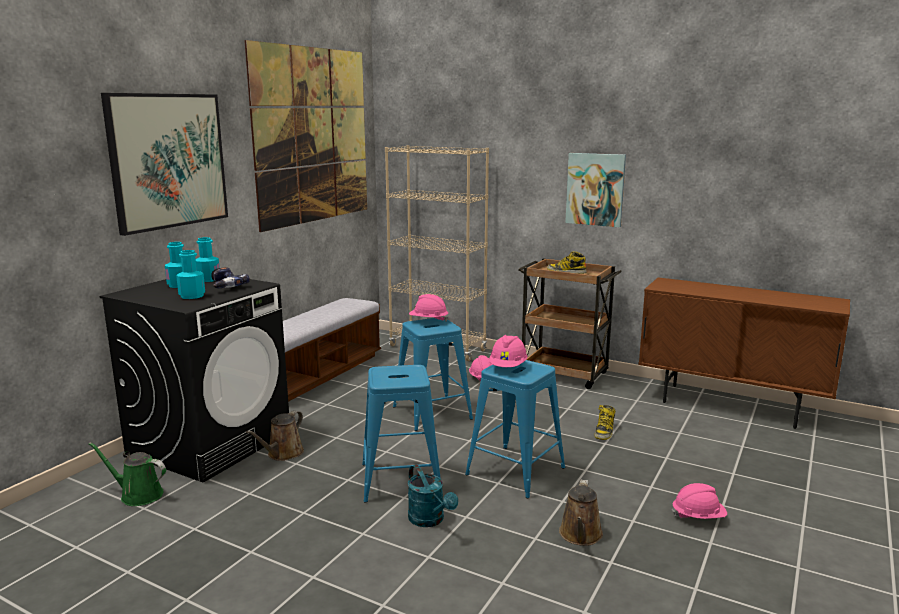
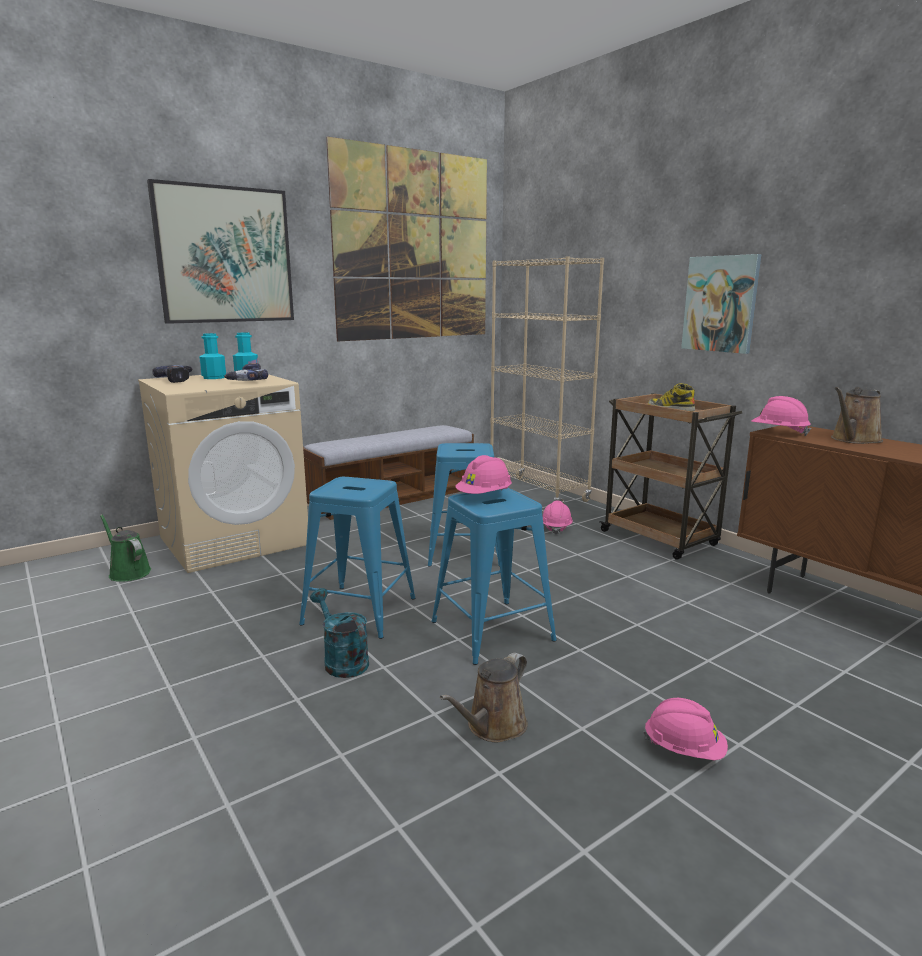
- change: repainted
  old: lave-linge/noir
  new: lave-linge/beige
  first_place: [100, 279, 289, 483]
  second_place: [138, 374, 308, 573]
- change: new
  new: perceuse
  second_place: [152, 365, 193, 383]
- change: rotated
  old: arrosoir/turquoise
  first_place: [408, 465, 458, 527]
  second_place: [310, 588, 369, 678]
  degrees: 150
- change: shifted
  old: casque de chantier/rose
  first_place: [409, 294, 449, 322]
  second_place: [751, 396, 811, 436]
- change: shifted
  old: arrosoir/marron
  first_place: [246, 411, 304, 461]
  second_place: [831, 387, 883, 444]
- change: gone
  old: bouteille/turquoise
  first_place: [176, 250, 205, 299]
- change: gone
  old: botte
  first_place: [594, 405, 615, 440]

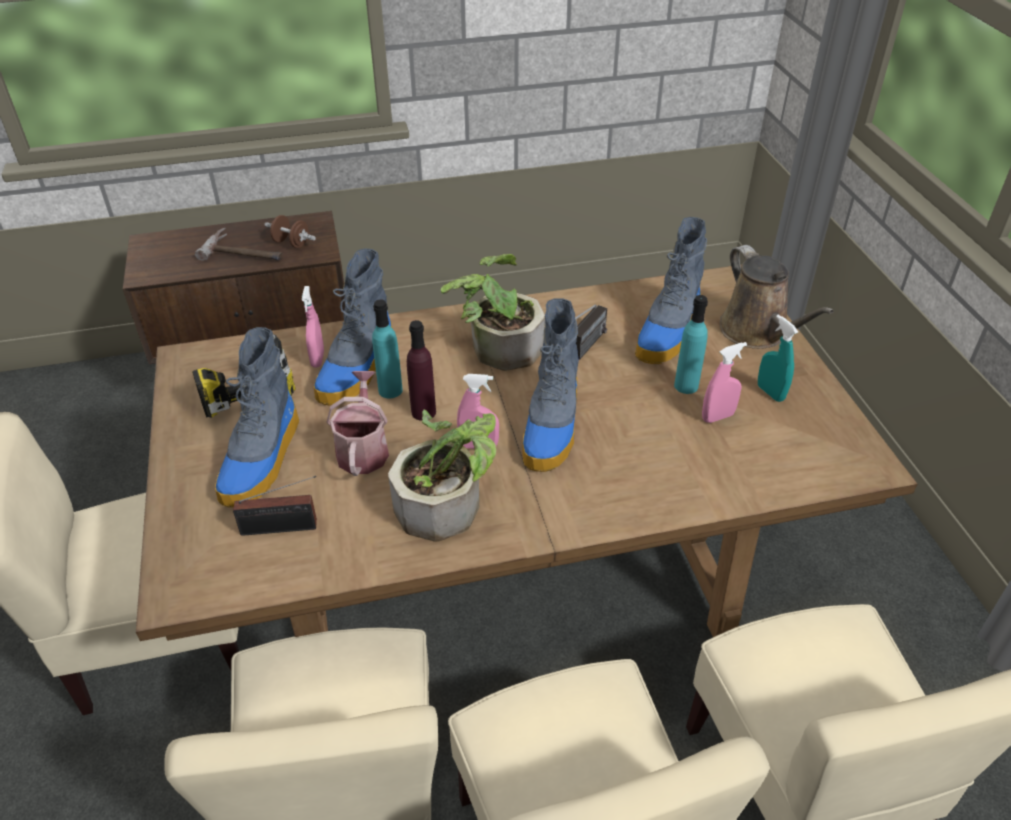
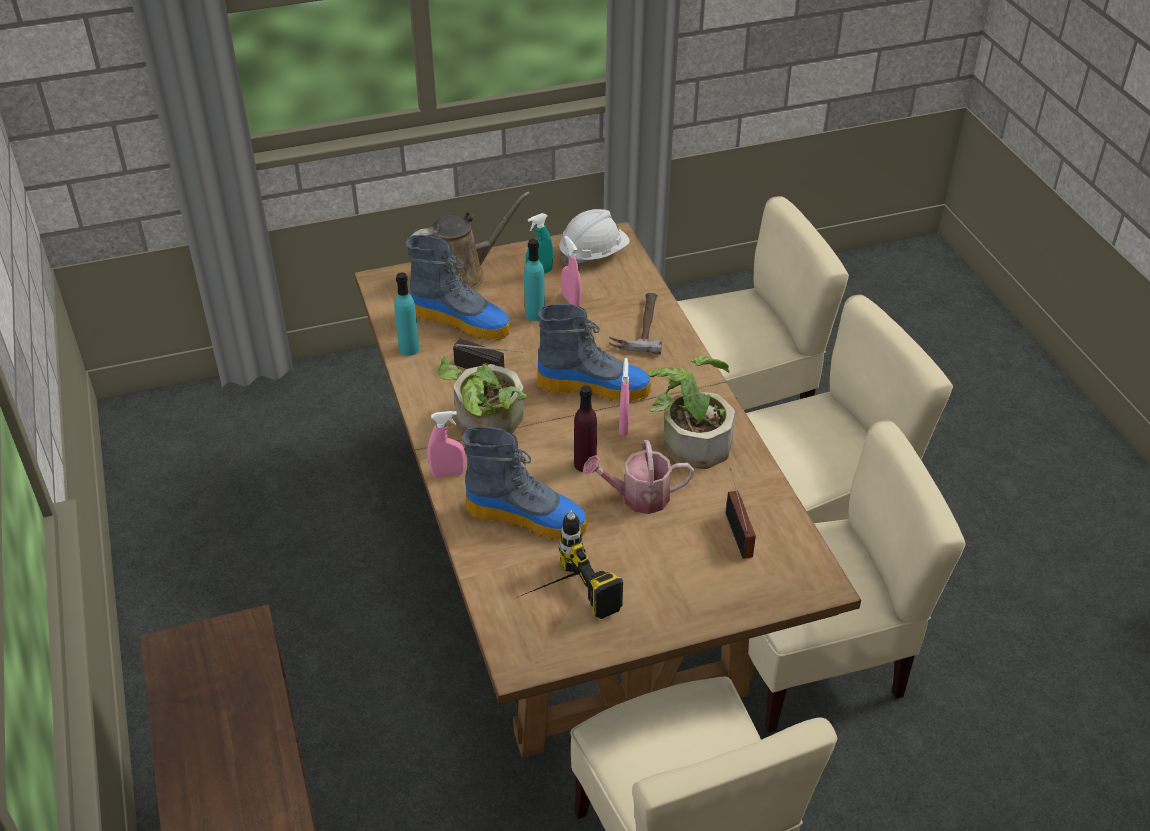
- change: shifted
  old: bouteille/turquoise
  first_place: [372, 300, 403, 399]
  second_place: [394, 272, 420, 356]
- change: shifted
  old: vaporisateur/rose
  first_place: [302, 286, 324, 368]
  second_place: [428, 411, 465, 477]
- change: new
  new: casque de chantier/blanc
  second_place: [559, 209, 630, 265]
- change: shifted
  old: marteau
  first_place: [195, 228, 282, 261]
  second_place: [609, 293, 662, 355]
- change: gone
  old: botte
  first_place: [215, 327, 299, 508]
- change: gone
  old: haltère/marron
  first_place: [265, 215, 316, 248]

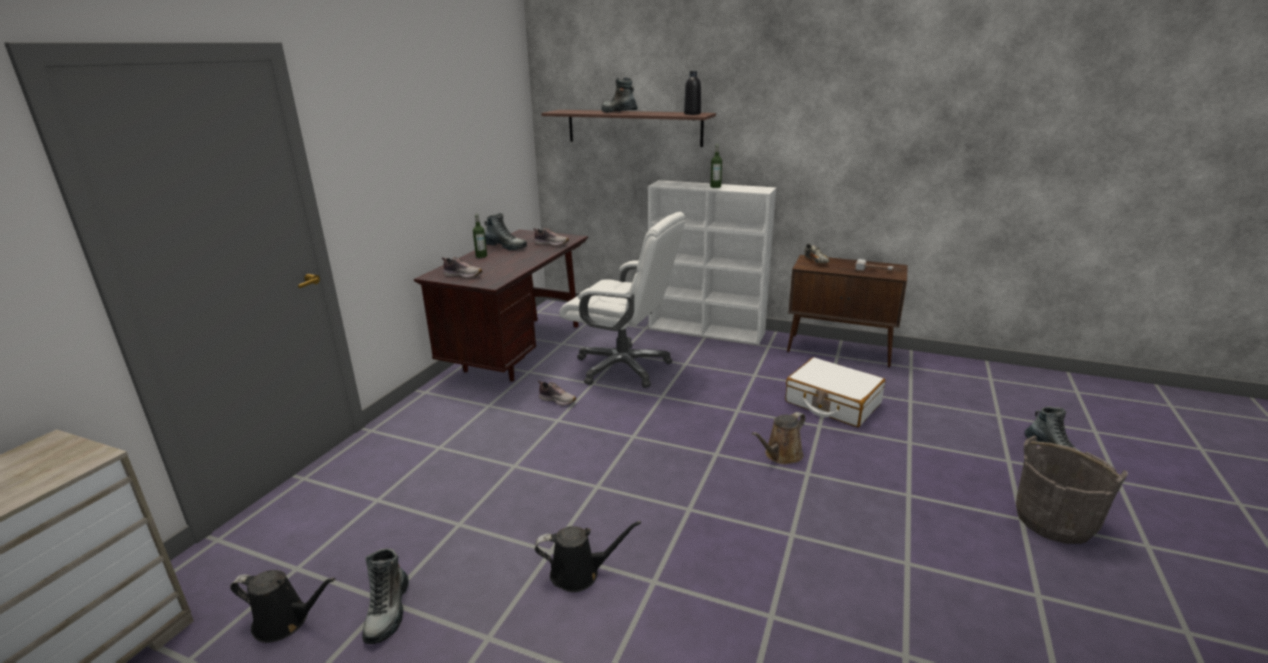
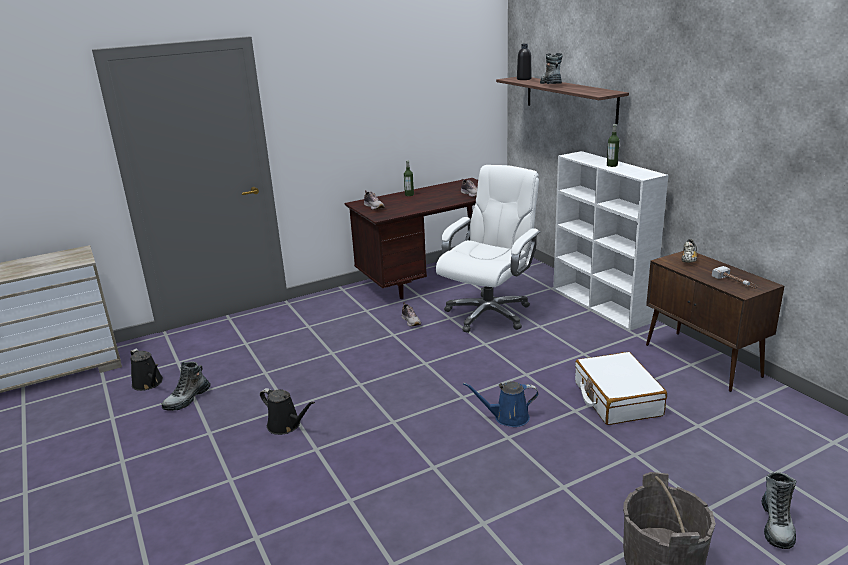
- change: rotated
  old: chaise de bureau/blanc
  first_place: [559, 212, 686, 388]
  second_place: [436, 165, 541, 333]
  degrees: -120
- change: repainted
  old: arrosoir/marron
  new: arrosoir/bleu
  first_place: [752, 412, 806, 464]
  second_place: [463, 381, 538, 427]
- change: shifted
  old: bouteille/noir
  first_place: [684, 71, 701, 115]
  second_place: [517, 44, 532, 80]
- change: gone
  old: botte
  first_place: [485, 213, 527, 250]

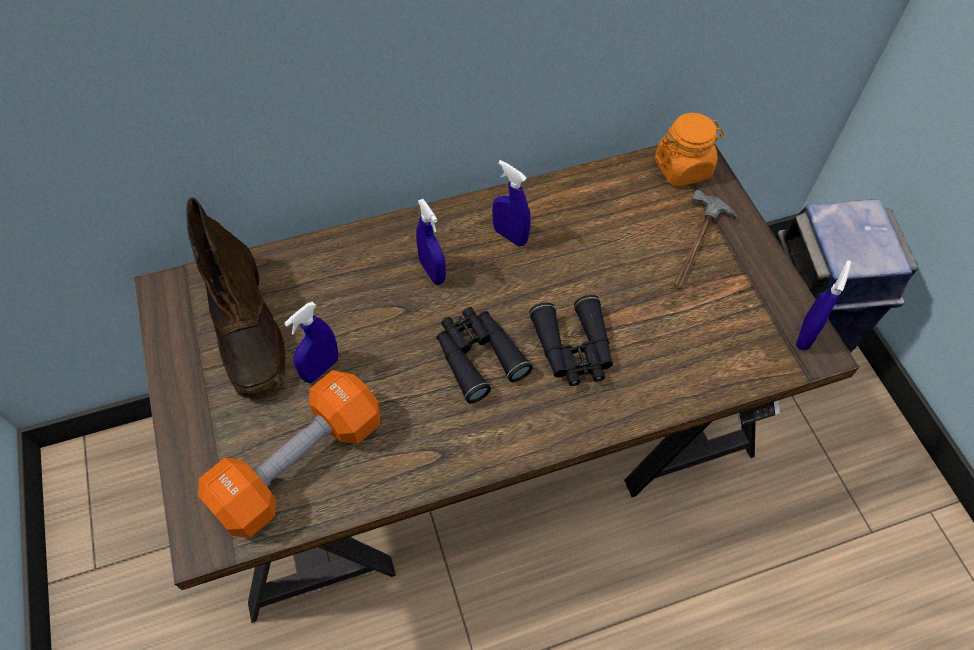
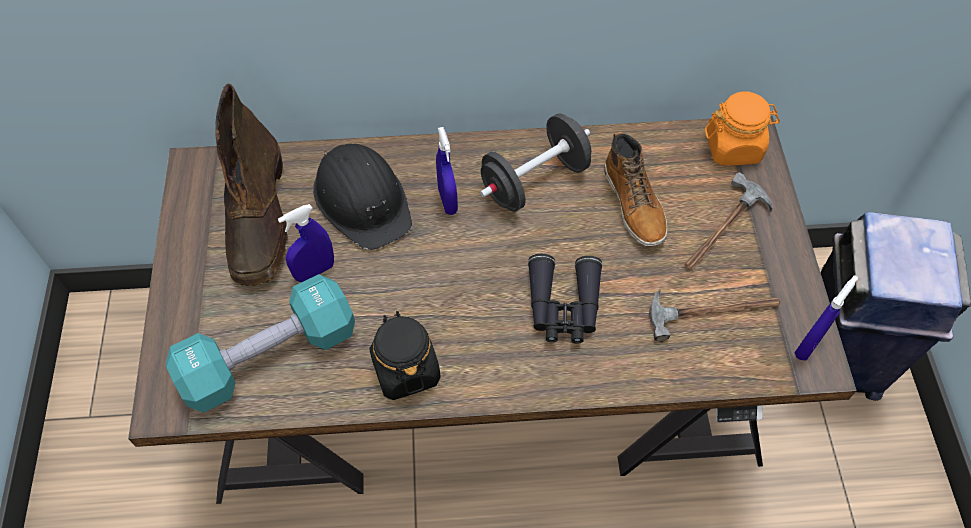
- change: repainted
  old: haltère/orange
  new: haltère/turquoise
  first_place: [198, 370, 380, 538]
  second_place: [166, 274, 355, 413]
- change: new
  new: casque de chantier/noir
  second_place: [313, 144, 412, 250]
- change: new
  new: bocal/noir
  second_place: [369, 311, 441, 400]
- change: swapped
  old: vaporisateur/bleu
  new: haltère/noir
  first_place: [492, 160, 531, 246]
  second_place: [480, 114, 591, 212]
- change: new
  new: botte
  second_place: [604, 132, 667, 247]
- change: new
  new: marteau
  second_place: [649, 289, 780, 342]
- change: gone
  old: jumelles/noir
  first_place: [437, 307, 533, 403]

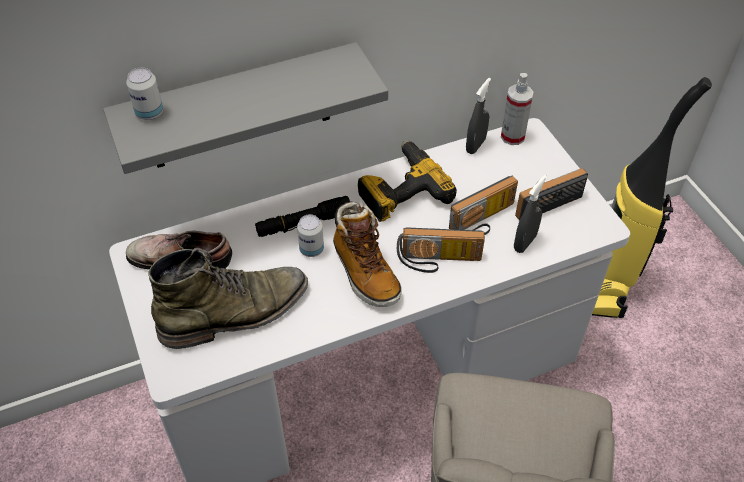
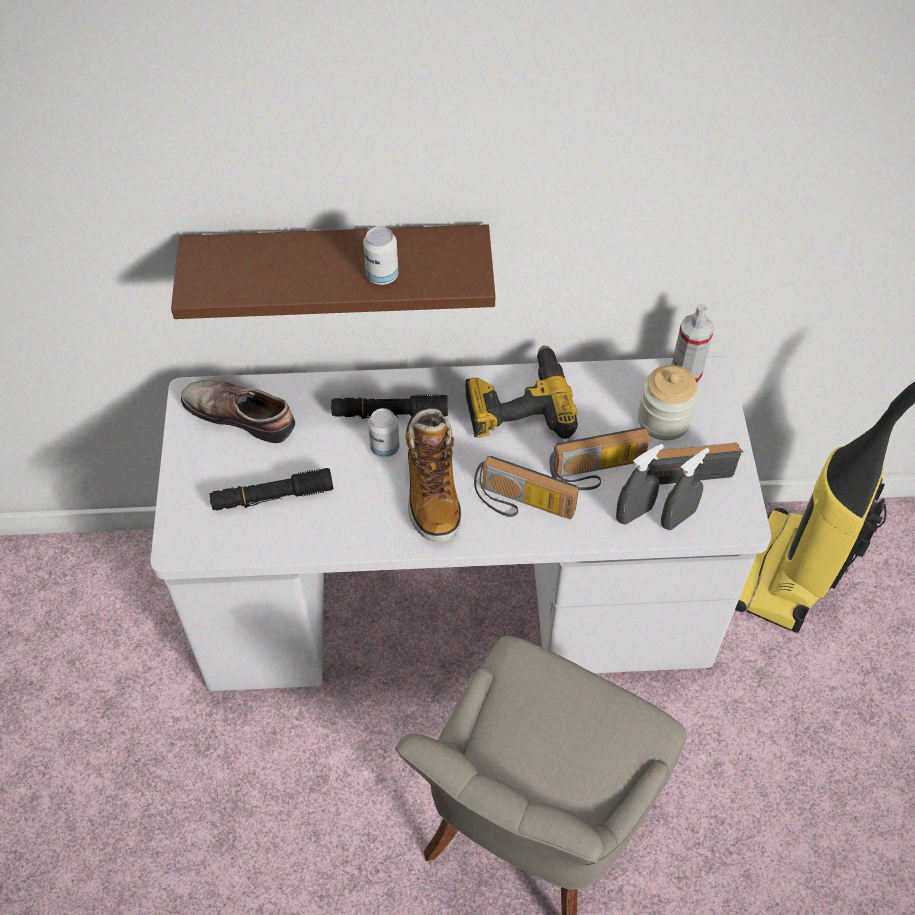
- change: repainted
  old: étagère/gris
  new: étagère/marron
  first_place: [103, 42, 388, 174]
  second_place: [171, 224, 496, 319]
- change: swapped
  old: botte/vert
  new: lampe de poche/noir
  first_place: [148, 248, 308, 349]
  second_place: [210, 468, 334, 510]
- change: shifted
  old: boîte métallique
  first_place: [126, 67, 163, 120]
  second_place: [363, 226, 398, 285]
- change: new
  new: bocal
  second_place: [638, 365, 699, 440]
- change: shifted
  old: vaporisateur/gris
  first_place: [466, 78, 491, 154]
  second_place: [661, 448, 710, 530]

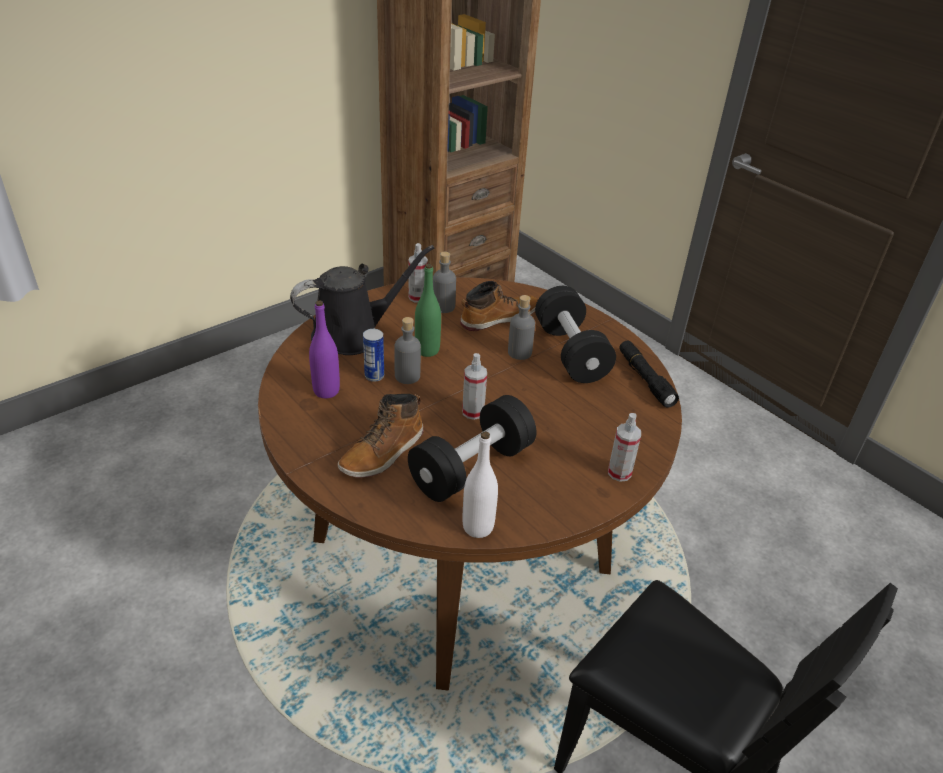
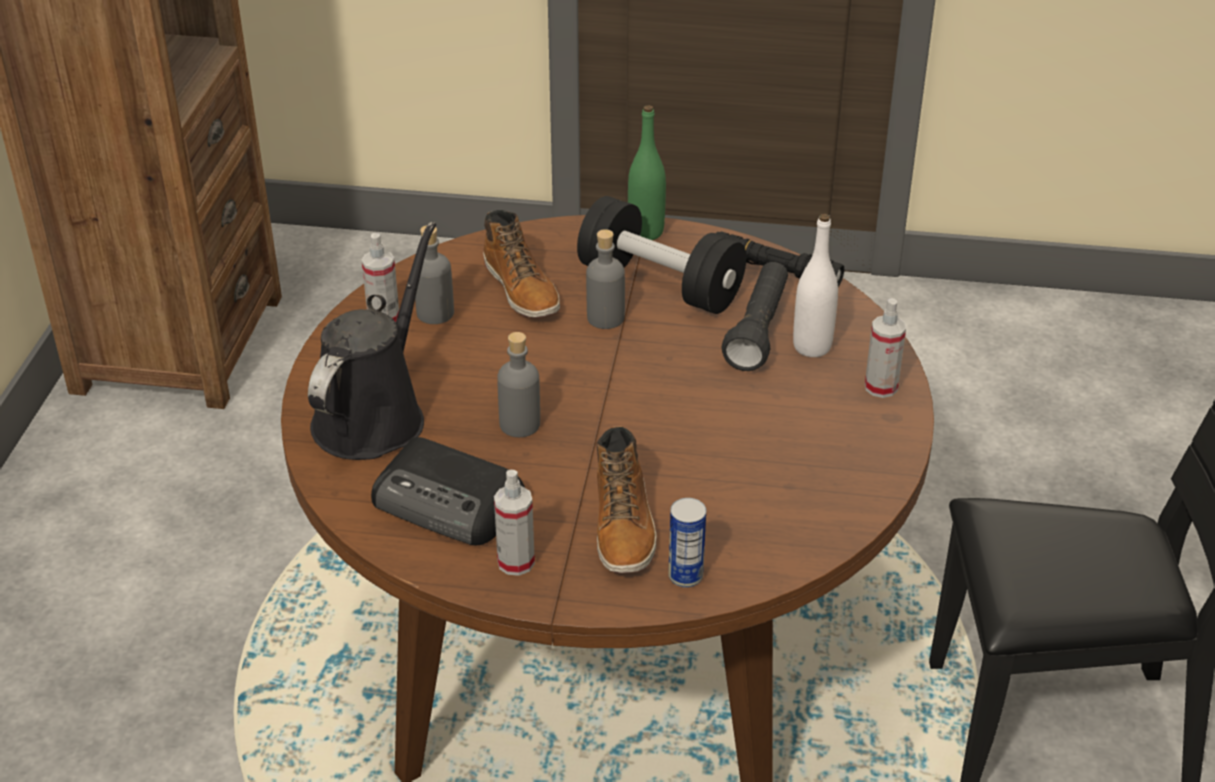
- change: swapped
  old: bouteille/violet
  new: radio
  first_place: [309, 300, 340, 398]
  second_place: [371, 437, 525, 545]
- change: rotated
  old: botte
  first_place: [460, 281, 538, 331]
  second_place: [483, 210, 560, 318]
  degrees: 135
- change: shifted
  old: vaporisateur
  first_place: [462, 353, 487, 420]
  second_place: [494, 470, 535, 576]
- change: shifted
  old: bouteille/vert
  first_place: [415, 264, 441, 357]
  second_place: [628, 105, 666, 240]
- change: shifted
  old: boîte métallique
  first_place: [363, 329, 384, 382]
  second_place: [668, 498, 706, 588]
- change: new
  new: lampe de poche/noir
  second_place: [721, 262, 788, 371]
- change: shifted
  old: bouteille/blanc
  first_place: [463, 431, 498, 538]
  second_place: [793, 214, 838, 357]
- change: gone
  old: haltère/noir
  first_place: [408, 395, 536, 502]

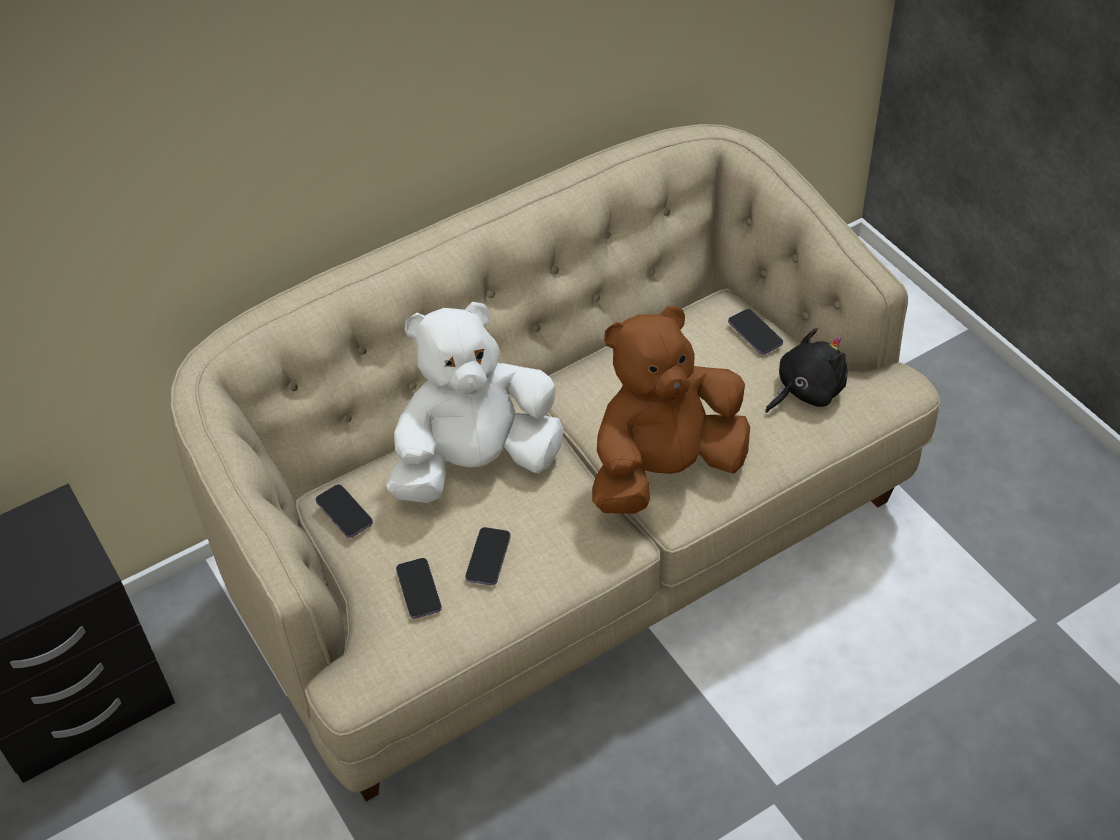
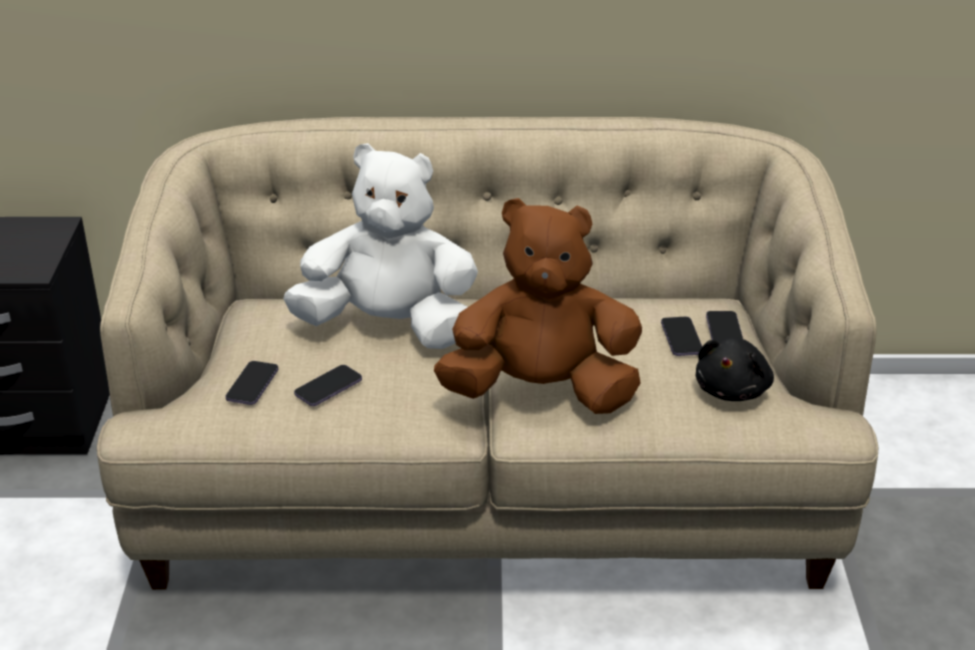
- change: shifted
  old: téléphone
  first_place: [315, 484, 373, 538]
  second_place: [661, 317, 702, 356]
- change: rotated
  old: peluche/noir
  first_place: [765, 328, 847, 413]
  second_place: [695, 338, 774, 401]
  degrees: 120

